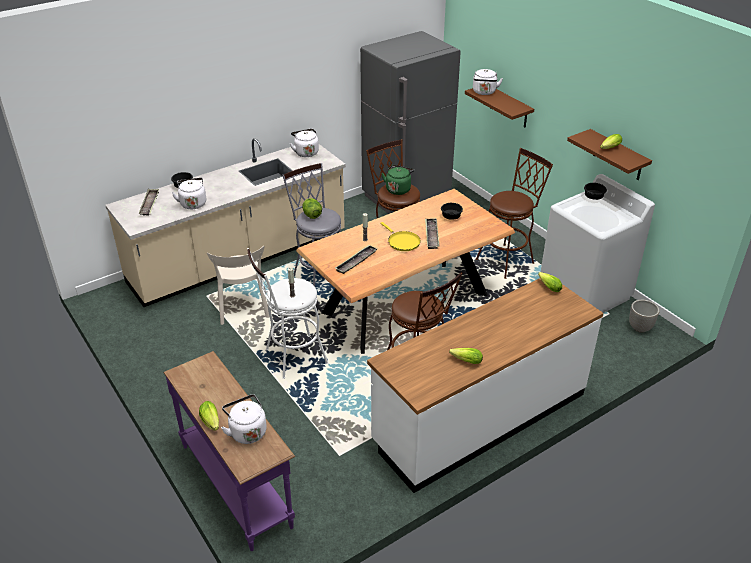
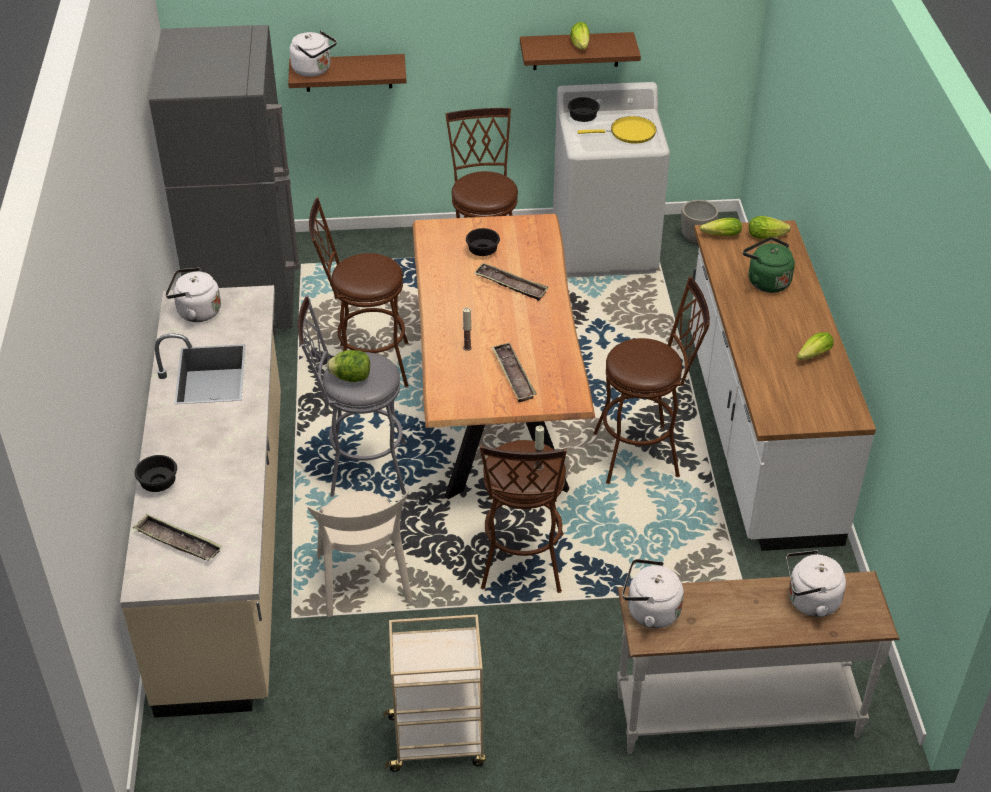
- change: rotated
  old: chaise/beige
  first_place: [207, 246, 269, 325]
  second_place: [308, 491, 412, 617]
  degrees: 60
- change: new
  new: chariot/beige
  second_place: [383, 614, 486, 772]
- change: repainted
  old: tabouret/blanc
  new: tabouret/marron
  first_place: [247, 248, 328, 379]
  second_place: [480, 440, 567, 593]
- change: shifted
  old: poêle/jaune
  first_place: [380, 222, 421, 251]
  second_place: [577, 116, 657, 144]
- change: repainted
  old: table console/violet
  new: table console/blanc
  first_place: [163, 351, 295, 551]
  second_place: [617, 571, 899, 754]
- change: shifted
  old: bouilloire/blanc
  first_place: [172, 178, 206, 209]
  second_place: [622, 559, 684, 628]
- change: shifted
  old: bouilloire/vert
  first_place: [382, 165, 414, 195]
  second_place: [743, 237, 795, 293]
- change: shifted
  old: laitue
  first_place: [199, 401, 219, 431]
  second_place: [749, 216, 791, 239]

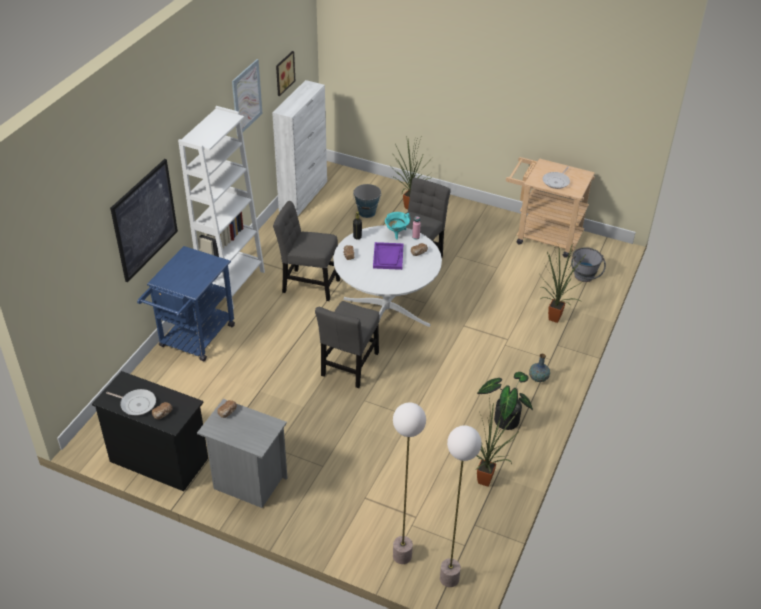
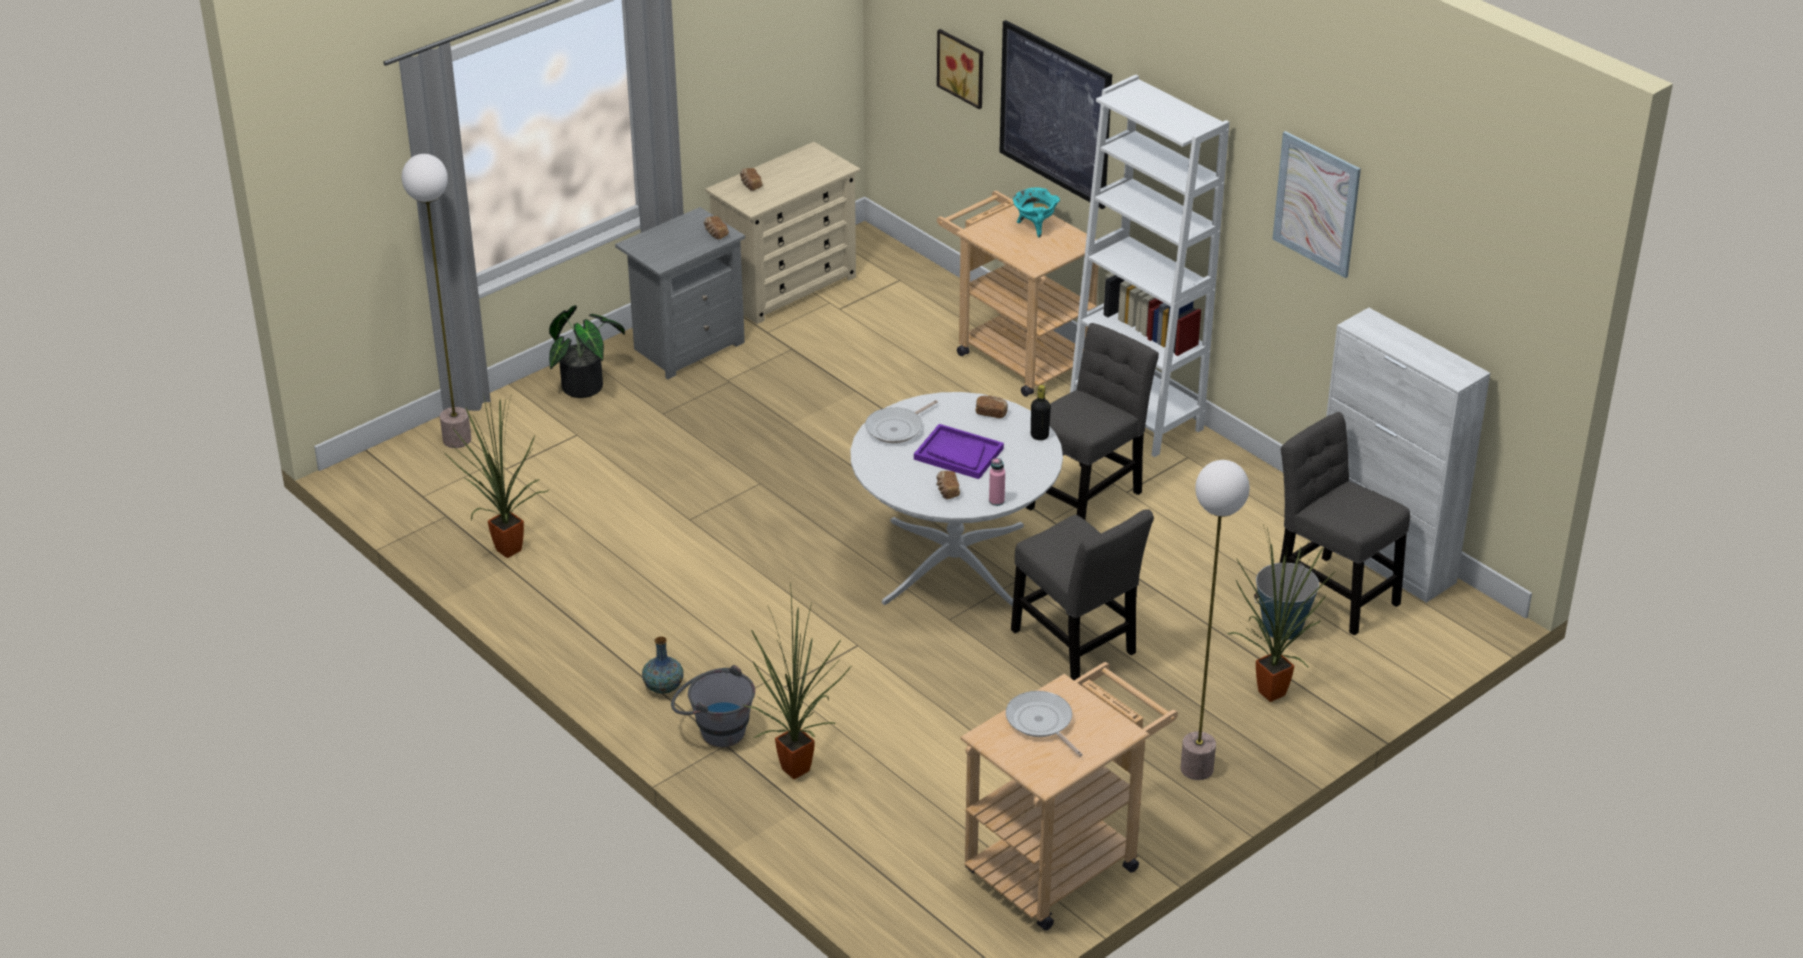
- change: shifted
  old: plante en pot
  first_place: [477, 372, 533, 430]
  second_place: [549, 305, 625, 398]
- change: shifted
  old: seau/gris
  first_place: [571, 247, 606, 282]
  second_place: [671, 665, 755, 747]
- change: repainted
  old: commode/noir
  new: commode/beige
  first_place: [92, 371, 208, 491]
  second_place: [705, 142, 860, 324]
- change: shifted
  old: poêle
  first_place: [106, 389, 156, 415]
  second_place: [865, 400, 938, 443]
- change: shifted
  old: tableau
  first_place: [276, 51, 295, 96]
  second_place: [937, 29, 983, 109]
- change: repainted
  old: chariot/bleu
  new: chariot/beige
  first_place: [137, 246, 235, 362]
  second_place: [937, 191, 1098, 397]
- change: shifted
  old: marmite/turquoise
  first_place: [385, 212, 410, 240]
  second_place: [1013, 188, 1060, 238]
- change: shifted
  old: lampadaire
  first_place: [440, 425, 482, 587]
  second_place: [1180, 460, 1250, 780]
- change: shifted
  old: chaise/gris
  first_place: [315, 301, 380, 388]
  second_place: [1280, 412, 1410, 635]

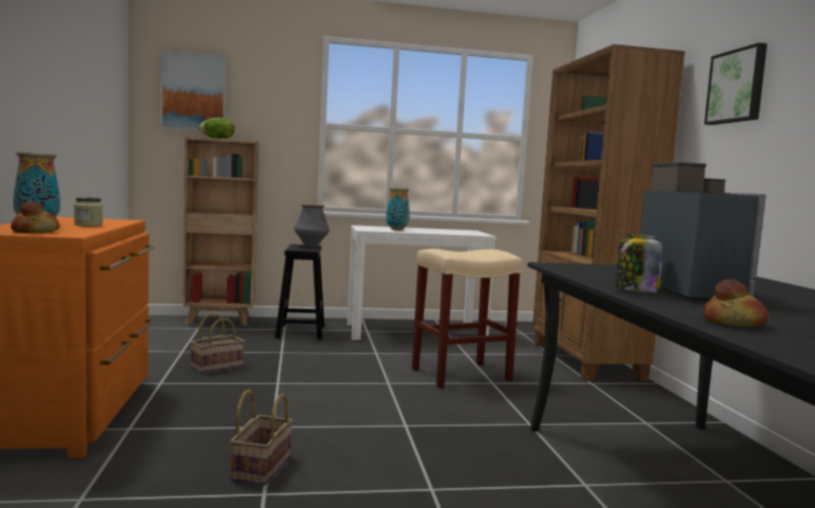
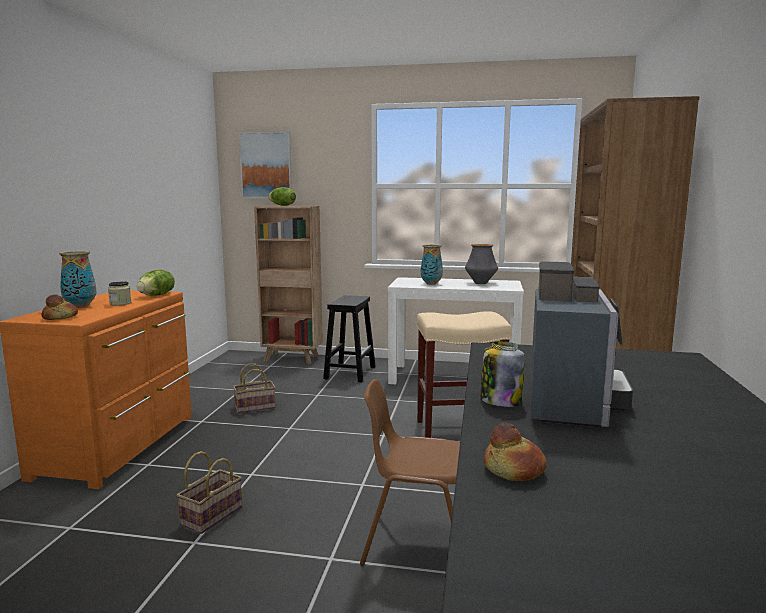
- change: new
  new: laitue
  second_place: [137, 270, 175, 296]
- change: new
  new: chaise/marron
  second_place: [360, 379, 460, 566]
- change: shifted
  old: vase
  first_place: [294, 204, 329, 247]
  second_place: [465, 244, 498, 284]
- change: gone
  old: tableau
  first_place: [704, 43, 767, 125]

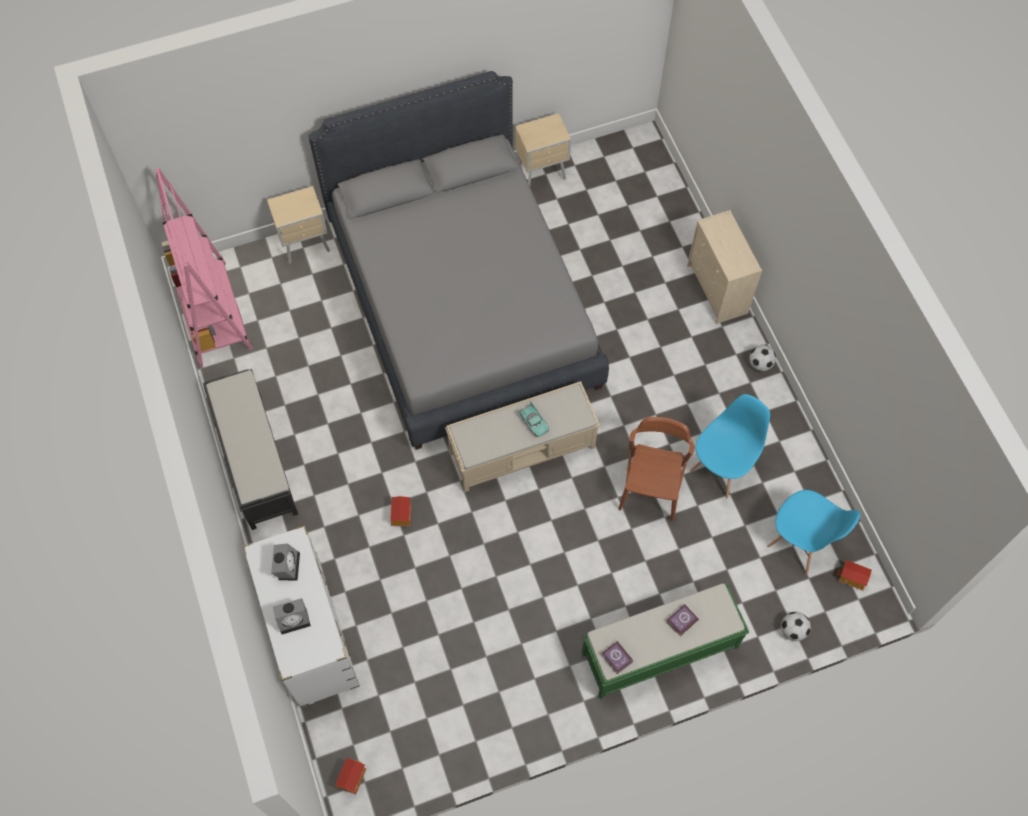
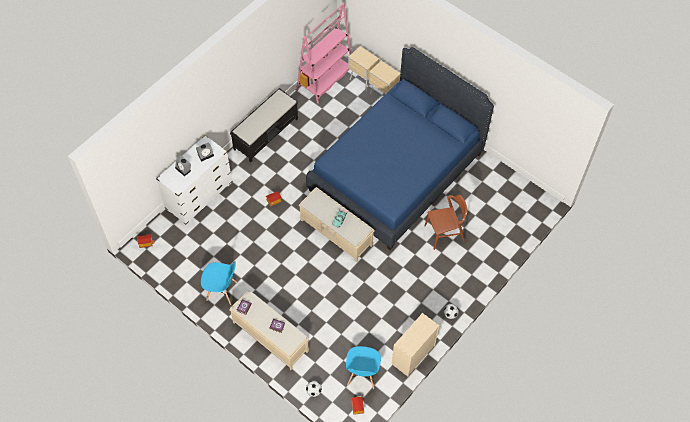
- change: shifted
  old: chaise/bleu
  first_place: [690, 394, 770, 498]
  second_place: [201, 261, 237, 305]
- change: repainted
  old: banc/vert
  new: banc/beige
  first_place: [582, 583, 749, 699]
  second_place: [229, 290, 309, 370]
- change: repainted
  old: lit/gris
  new: lit/bleu
  first_place: [308, 71, 609, 450]
  second_place: [306, 47, 494, 250]
- change: shifted
  old: table de chevet/beige
  first_place: [515, 113, 571, 186]
  second_place: [348, 46, 379, 91]
- change: shifted
  old: commode/beige
  first_place: [687, 210, 762, 324]
  second_place: [392, 313, 439, 377]
- change: shifted
  old: chaise/marron
  first_place: [618, 417, 695, 522]
  second_place: [425, 194, 467, 250]

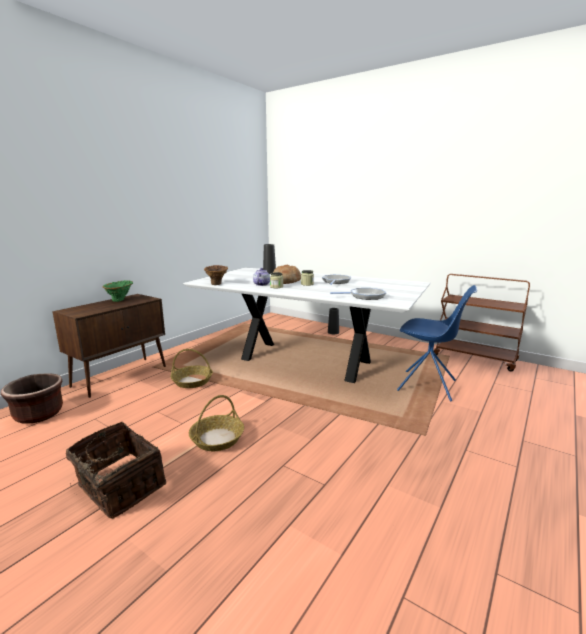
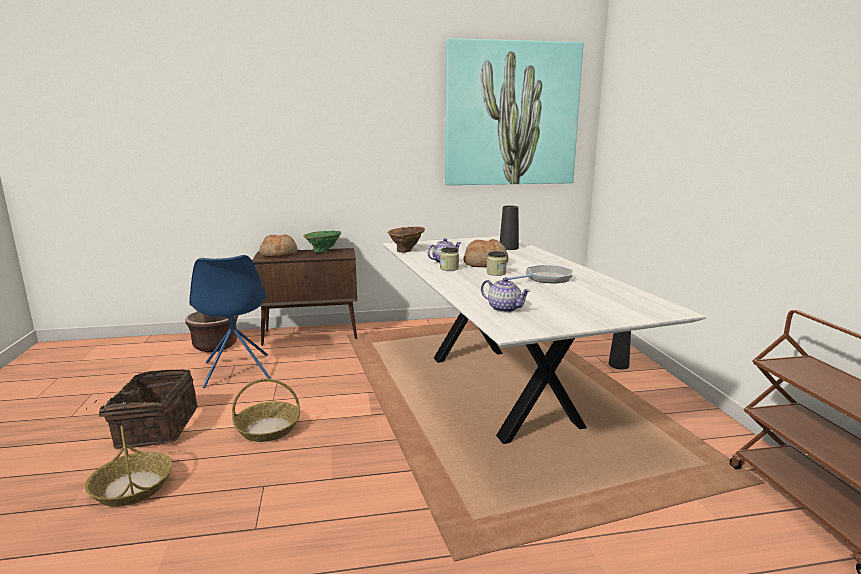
- change: shifted
  old: panier
  first_place: [170, 349, 213, 388]
  second_place: [85, 426, 172, 507]
- change: shifted
  old: chaise/bleu
  first_place: [397, 285, 477, 402]
  second_place: [189, 255, 271, 388]
- change: new
  new: pain
  second_place: [259, 234, 297, 257]
- change: new
  new: tableau
  second_place: [445, 38, 584, 185]
- change: swapped
  old: poêle
  new: théière
  first_place: [330, 288, 387, 300]
  second_place: [481, 277, 531, 312]

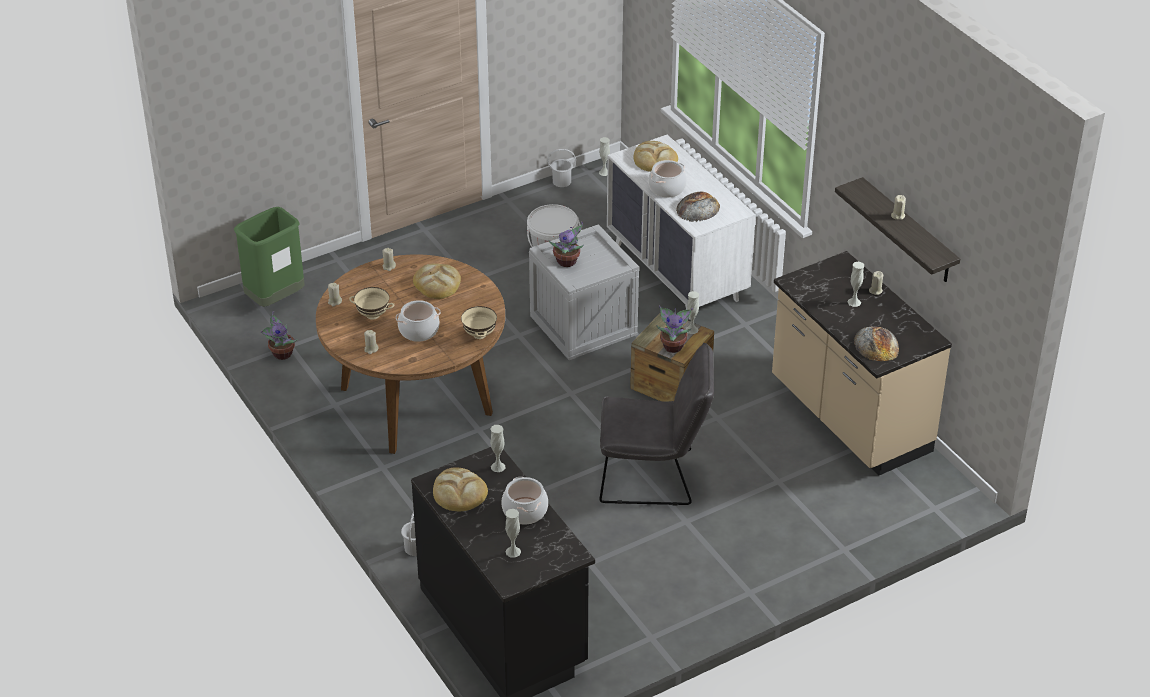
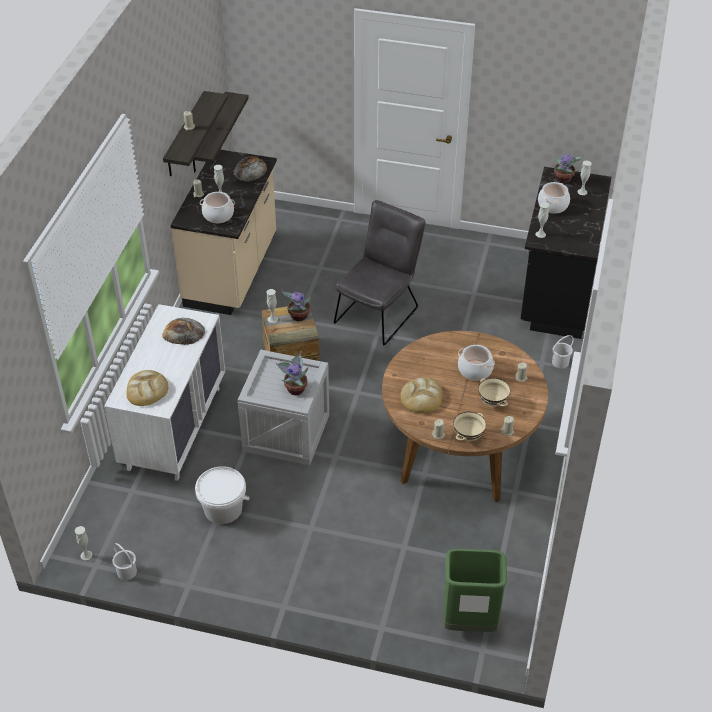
- change: new
  new: étagère
  second_place: [193, 92, 249, 173]
- change: shifted
  old: marmite
  first_place: [648, 160, 687, 198]
  second_place: [200, 192, 235, 223]
- change: rotated
  old: chaise/gris
  first_place: [599, 343, 714, 506]
  second_place: [334, 200, 426, 345]
  degrees: 75
- change: shifted
  old: bol/beige
  first_place: [461, 306, 497, 339]
  second_place: [454, 412, 486, 442]
- change: shifted
  old: plante en pot
  first_place: [261, 311, 297, 360]
  second_place: [554, 152, 584, 184]
- change: gone
  old: pain
  first_place: [433, 468, 488, 511]

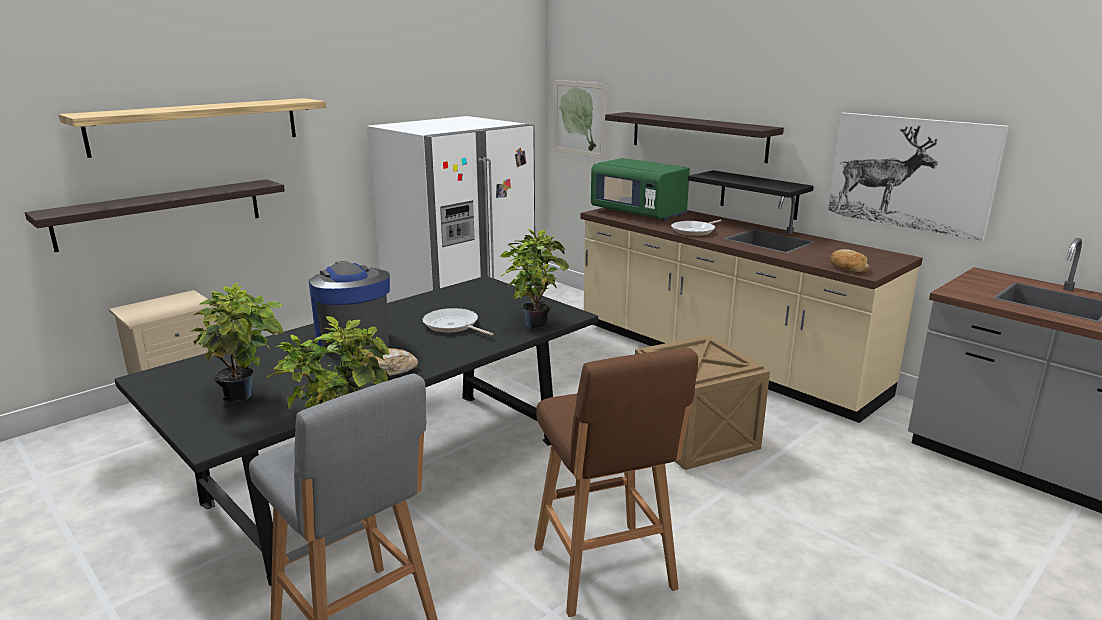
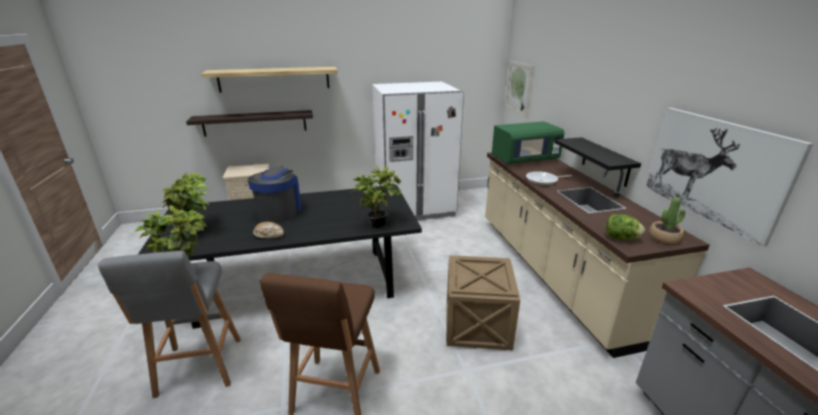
- change: rotated
  old: micro-ondes/vert
  first_place: [591, 158, 690, 222]
  second_place: [492, 121, 564, 164]
  degrees: -90
- change: swapped
  old: pain
  new: laitue
  first_place: [830, 249, 870, 273]
  second_place: [606, 214, 645, 240]
- change: new
  new: plante en pot
  second_place: [649, 197, 685, 244]
- change: gone
  old: poêle
  first_place: [423, 308, 493, 336]
- change: gone
  old: étagère
  first_place: [605, 112, 784, 163]

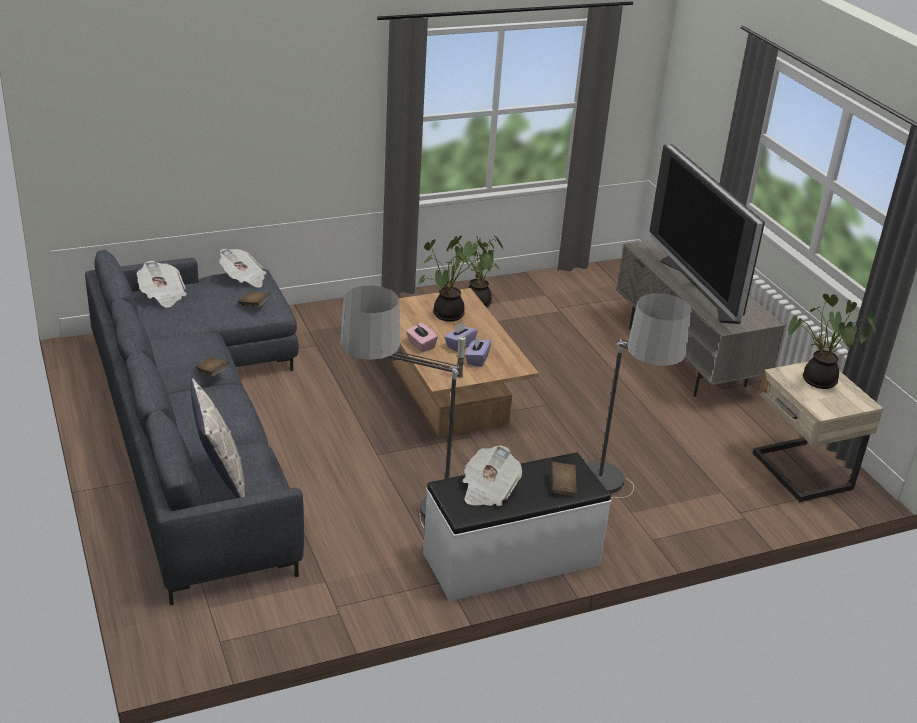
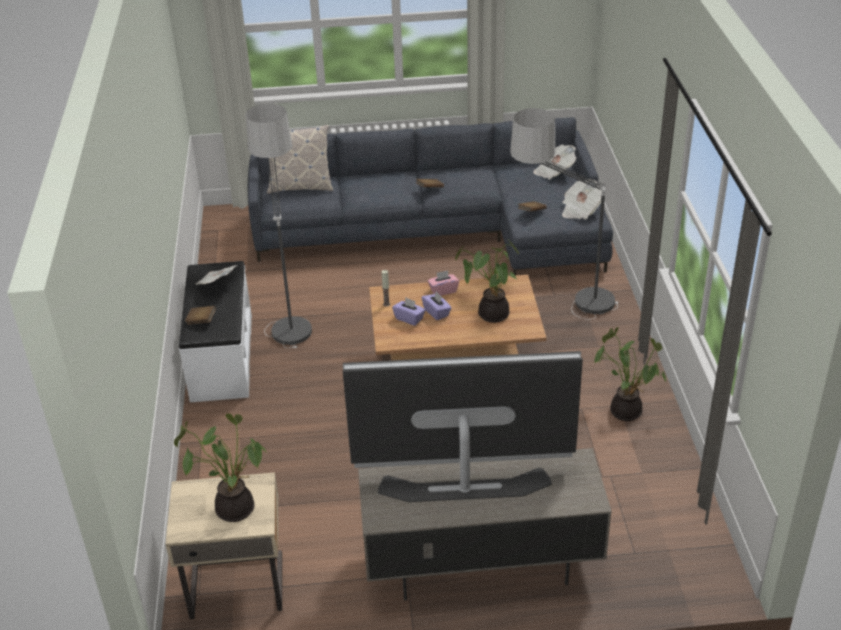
- change: shifted
  old: lampadaire
  first_place: [586, 293, 692, 498]
  second_place: [510, 108, 618, 320]

